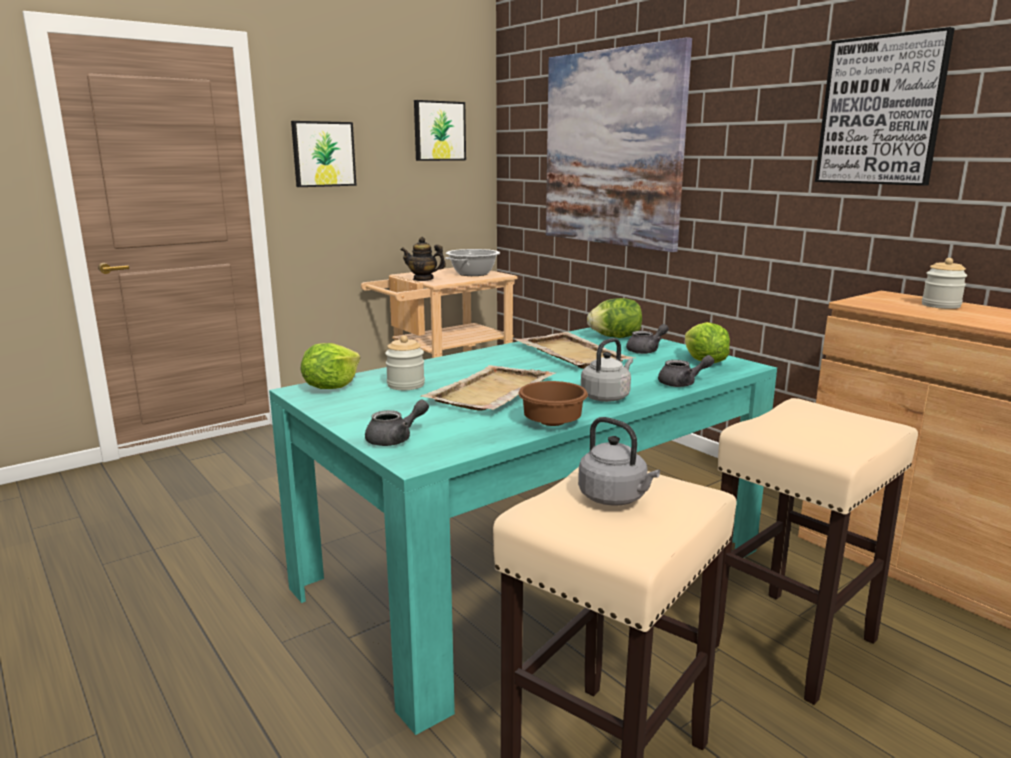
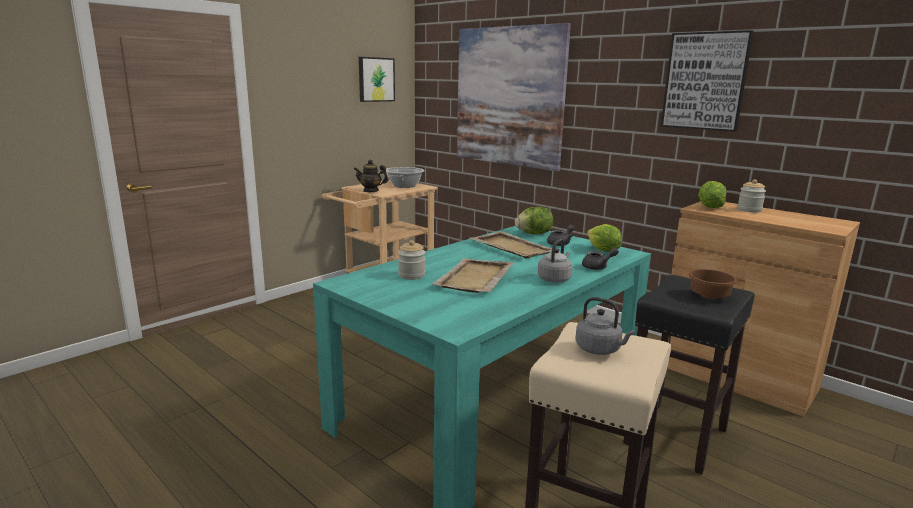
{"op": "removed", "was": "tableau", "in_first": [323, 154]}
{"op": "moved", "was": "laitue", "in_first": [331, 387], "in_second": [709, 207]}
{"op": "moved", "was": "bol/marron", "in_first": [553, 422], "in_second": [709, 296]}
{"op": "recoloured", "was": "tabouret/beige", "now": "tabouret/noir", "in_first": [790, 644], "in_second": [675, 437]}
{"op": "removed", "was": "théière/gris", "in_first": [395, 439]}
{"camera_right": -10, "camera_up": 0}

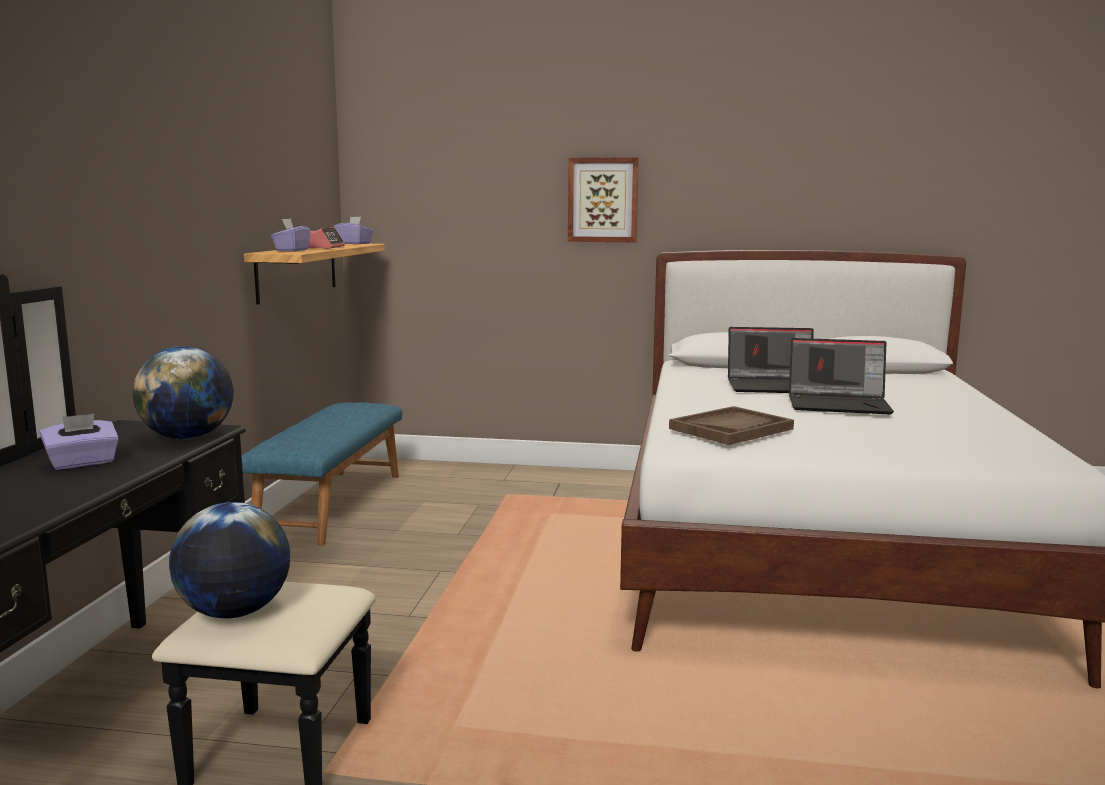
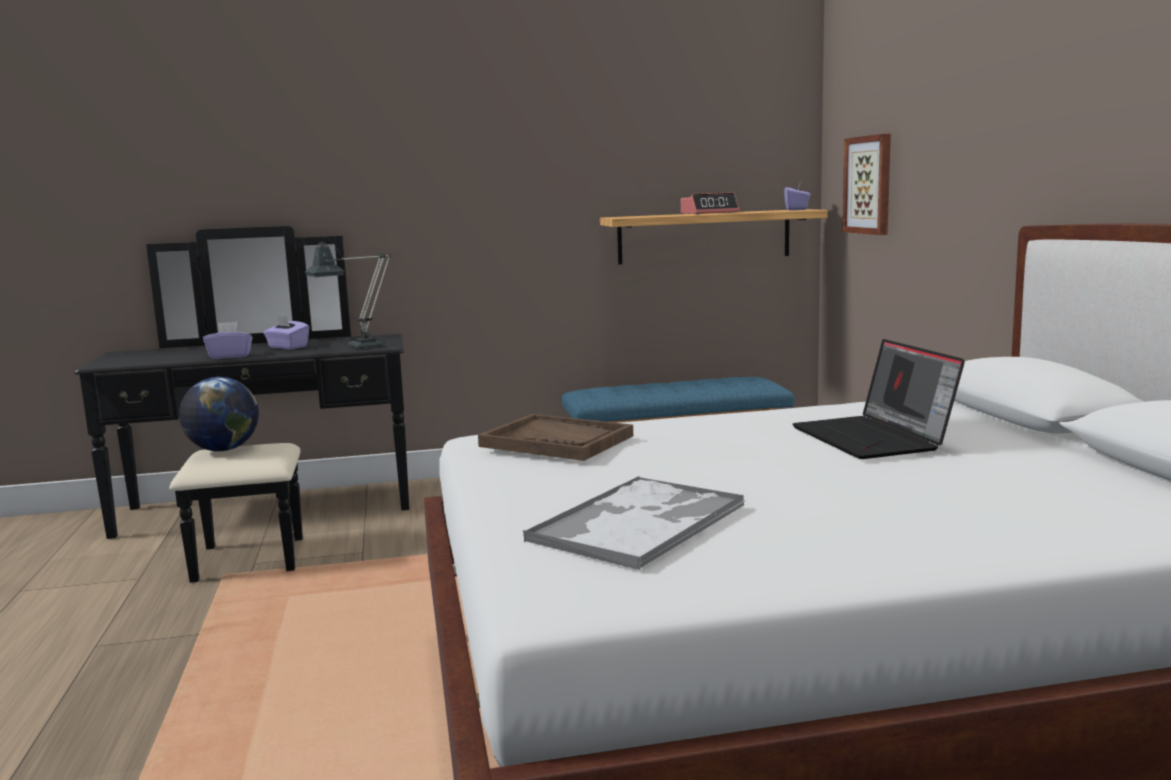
{"op": "moved", "was": "tableau", "in_first": [603, 200], "in_second": [869, 185]}
{"op": "moved", "was": "boîte à mouchoirs/violet", "in_first": [291, 250], "in_second": [230, 356]}
{"op": "removed", "was": "ordinateur portable", "in_first": [839, 404]}
{"op": "replaced", "was": "globe", "now": "lampe de table", "in_first": [188, 437], "in_second": [358, 347]}
{"op": "added", "now": "plateau", "in_second": [640, 522]}
{"camera_right": 70, "camera_up": 0}

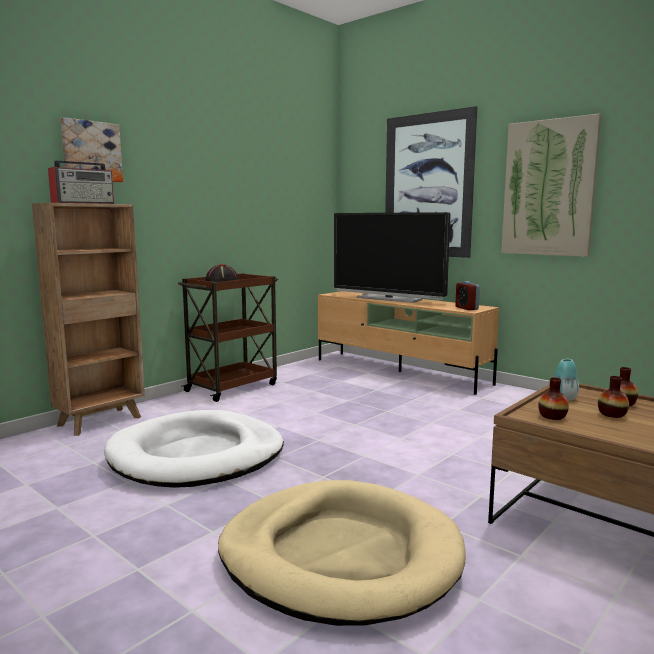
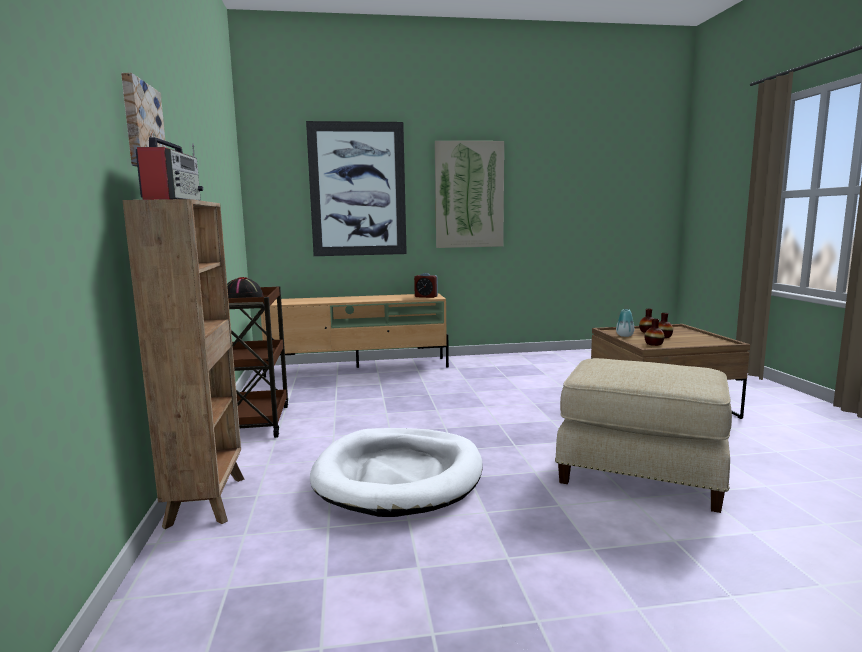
{"op": "removed", "was": "téléviseur", "in_first": [388, 299]}
{"op": "replaced", "was": "panier pour chien/beige", "now": "pouf/beige", "in_first": [340, 556], "in_second": [640, 474]}
{"camera_right": -50, "camera_up": 0}

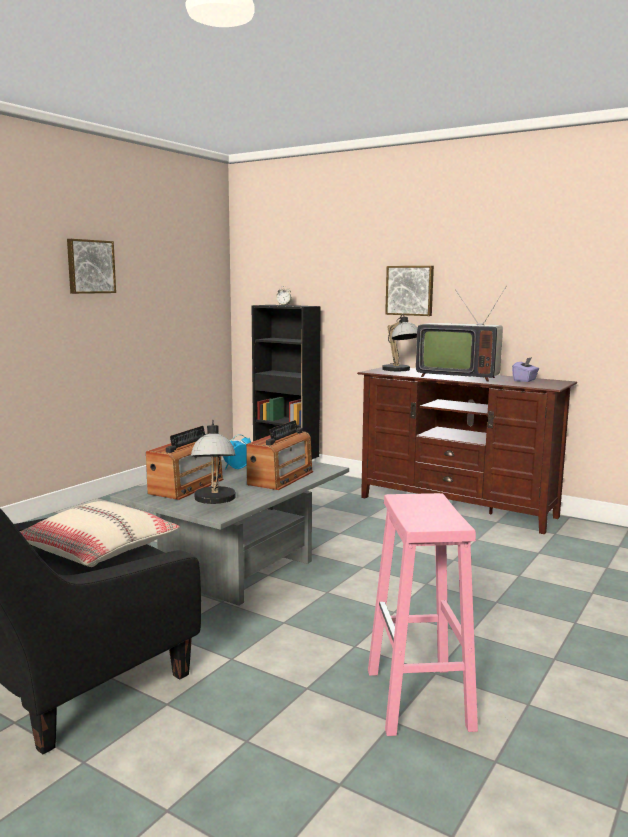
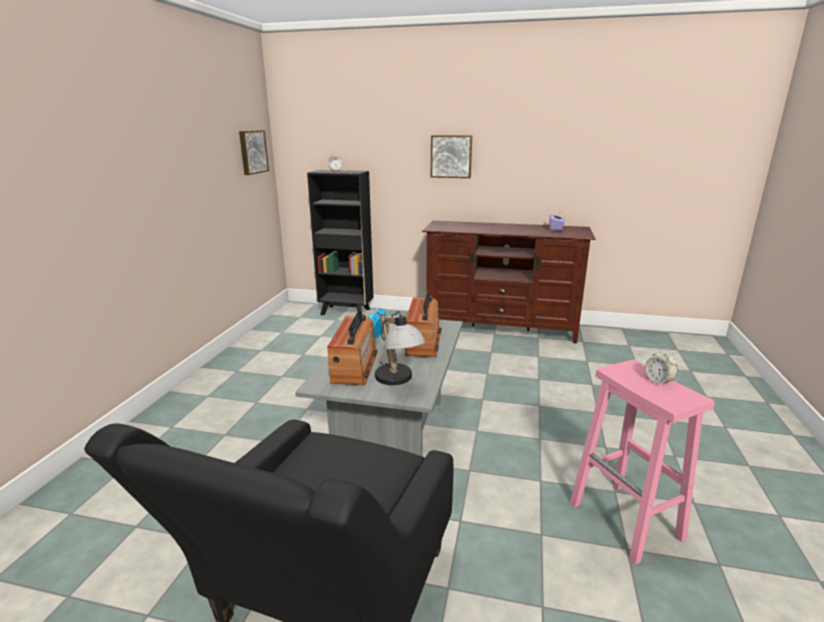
{"op": "moved", "was": "tableau", "in_first": [90, 266], "in_second": [252, 152]}
{"op": "removed", "was": "téléviseur", "in_first": [457, 376]}
{"op": "removed", "was": "lampe de table", "in_first": [399, 370]}
{"op": "removed", "was": "coussin/beige", "in_first": [97, 549]}
{"op": "added", "now": "réveil", "in_second": [658, 381]}
{"camera_right": -20, "camera_up": 10}

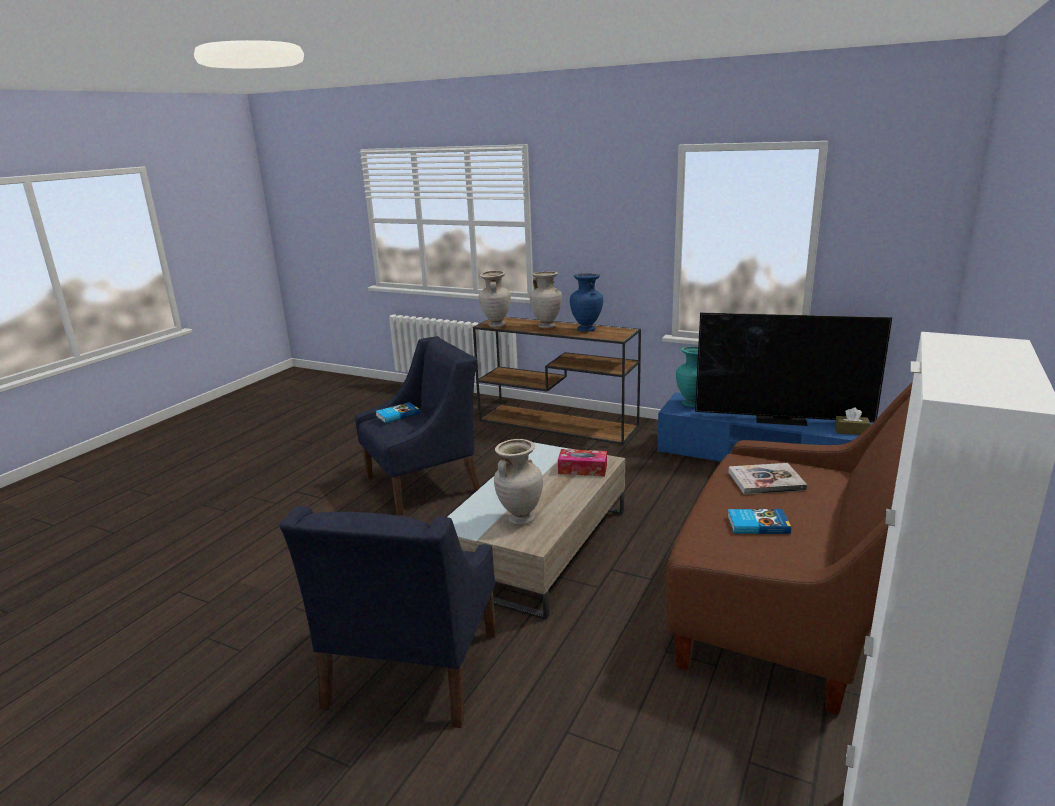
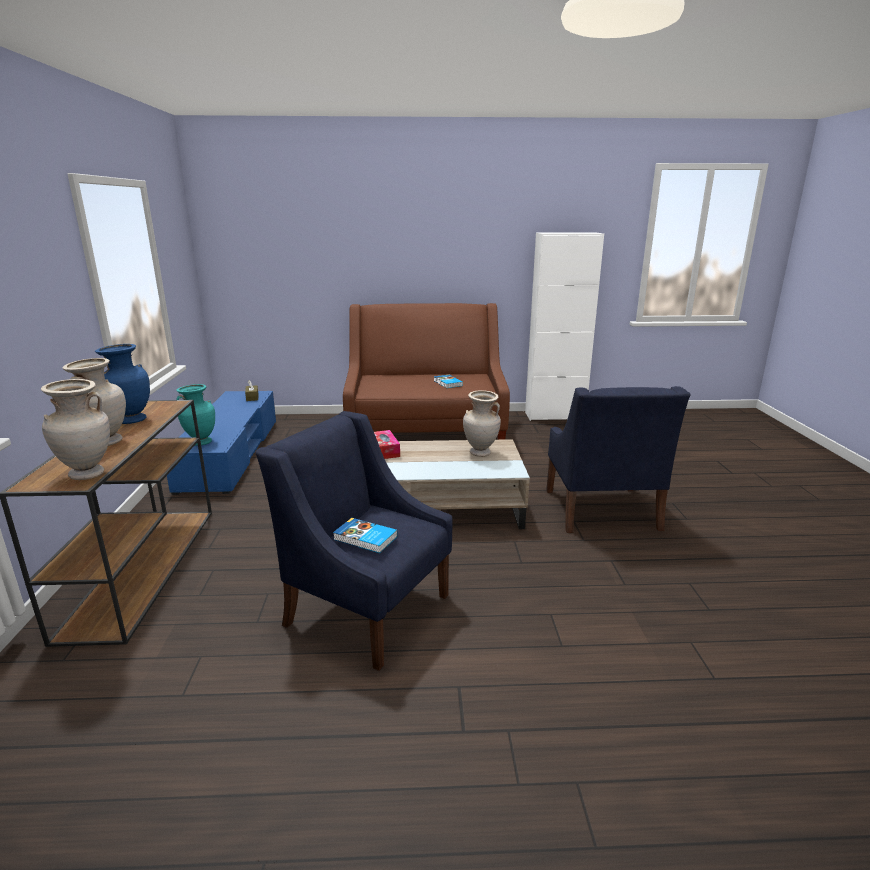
{"op": "removed", "was": "téléviseur", "in_first": [782, 419]}
{"op": "removed", "was": "livre", "in_first": [766, 481]}
{"op": "turned", "was": "fauteuil/bleu", "in_first": [411, 670], "in_second": [601, 510], "clockwise": 105}
{"camera_right": -120, "camera_up": 0}

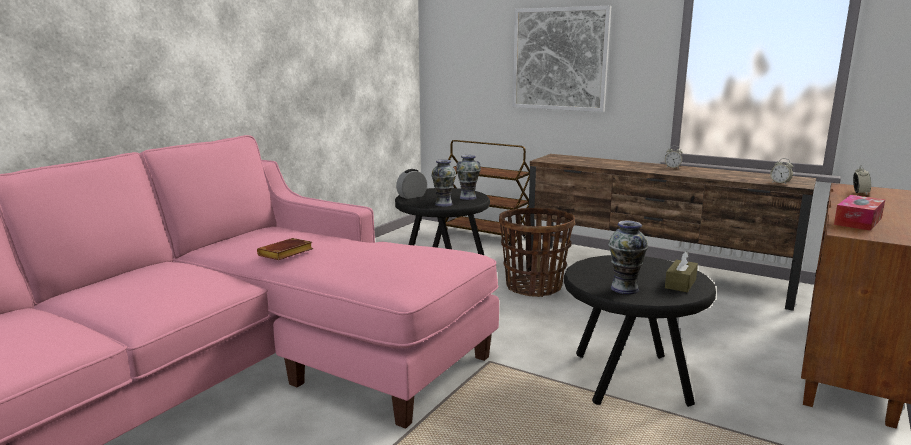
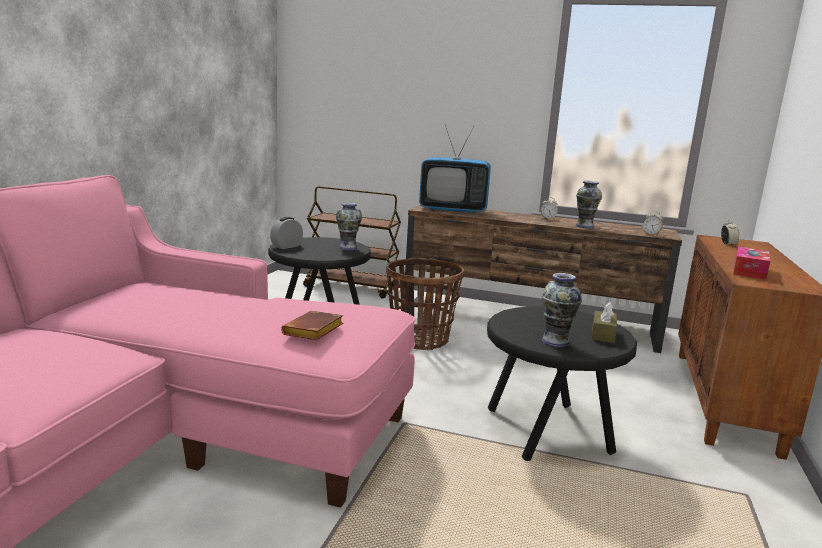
{"op": "removed", "was": "tableau", "in_first": [559, 59]}
{"op": "moved", "was": "vase", "in_first": [443, 204], "in_second": [584, 226]}
{"op": "moved", "was": "livre/marron", "in_first": [285, 254], "in_second": [314, 331]}
{"op": "added", "now": "téléviseur", "in_second": [453, 210]}
{"camera_right": -15, "camera_up": 0}

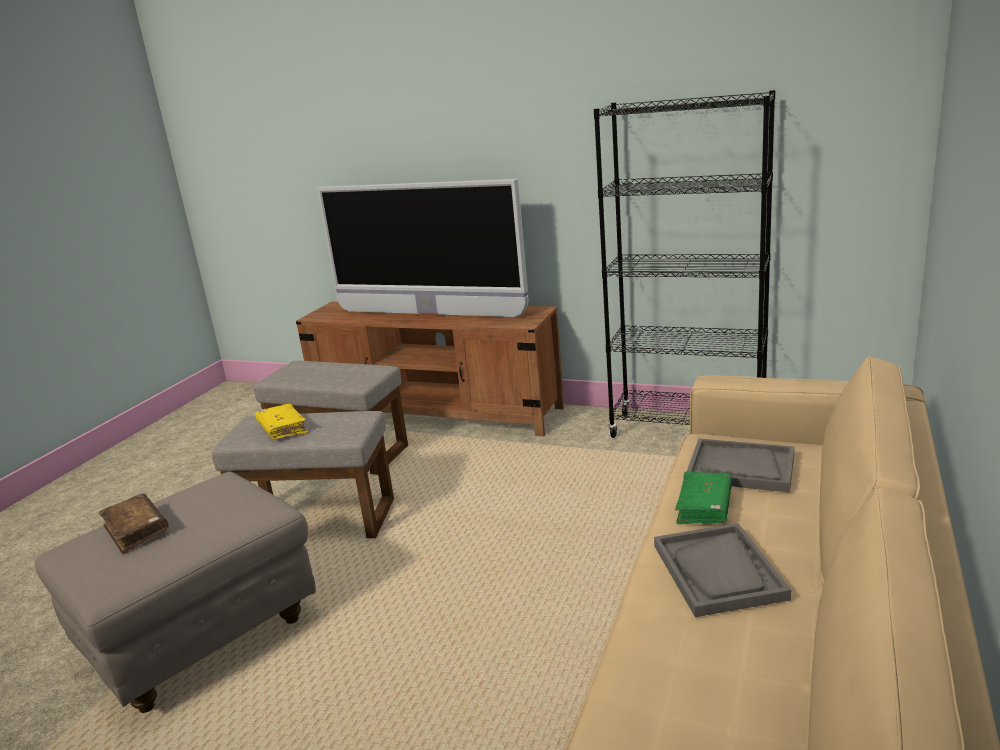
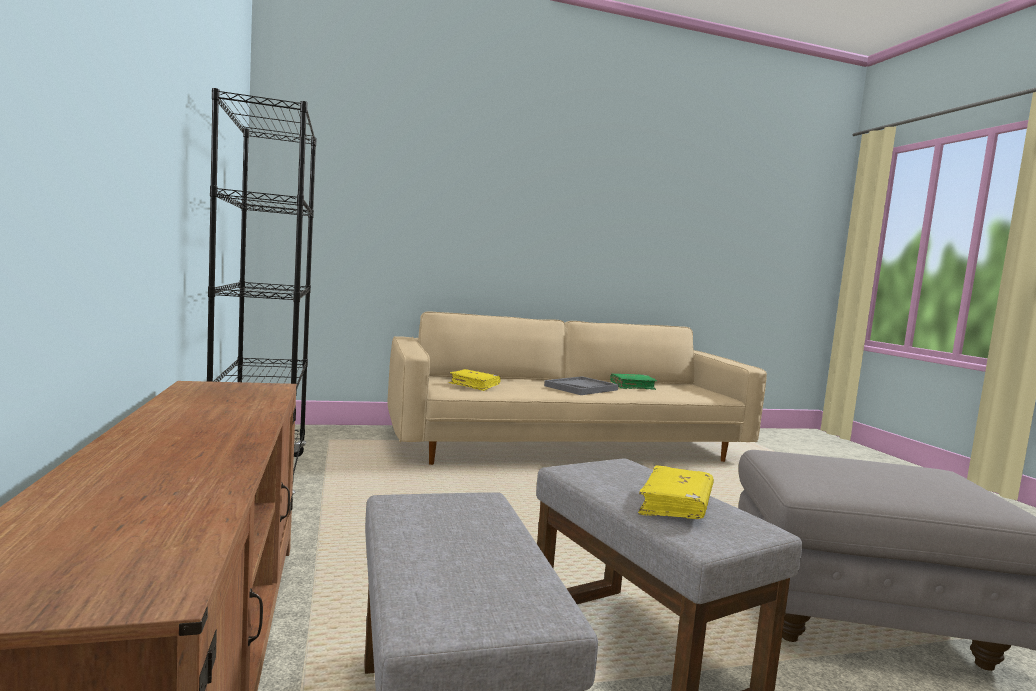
{"op": "removed", "was": "téléviseur", "in_first": [429, 314]}
{"op": "replaced", "was": "plateau/gris", "now": "livre/jaune", "in_first": [740, 468], "in_second": [474, 385]}
{"op": "moved", "was": "livre/vert", "in_first": [704, 507], "in_second": [632, 386]}
{"op": "removed", "was": "livre/marron", "in_first": [136, 530]}
{"camera_right": -130, "camera_up": -15}

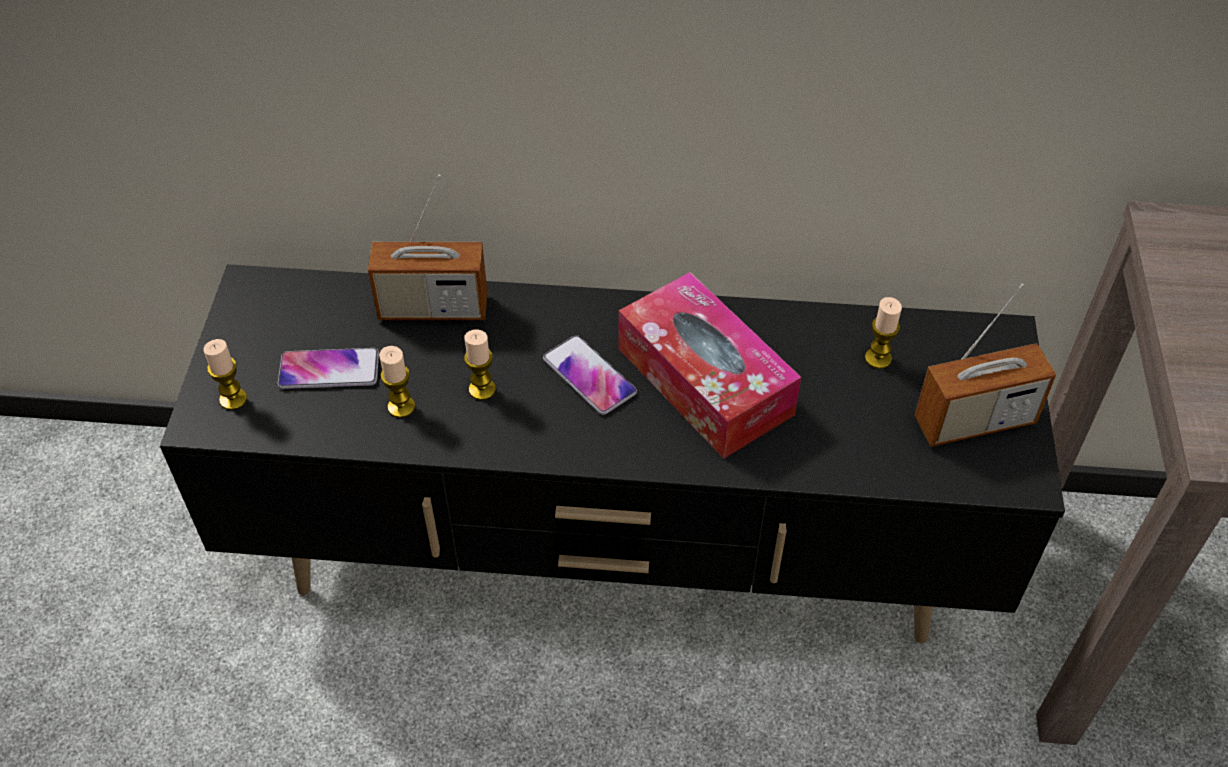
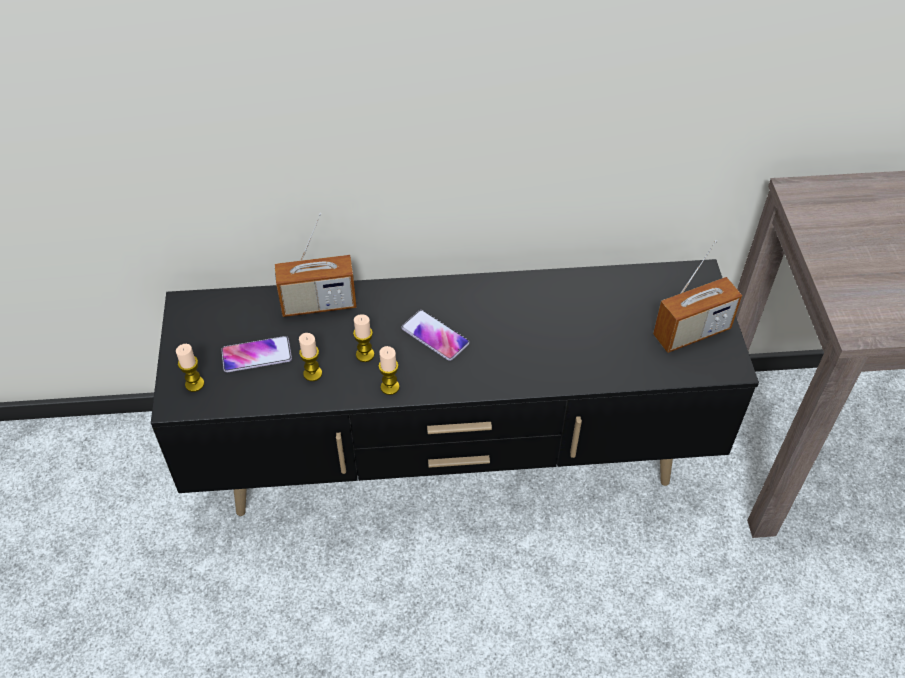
{"op": "removed", "was": "boîte à mouchoirs", "in_first": [704, 381]}
{"op": "moved", "was": "bougie", "in_first": [878, 358], "in_second": [390, 387]}
{"camera_right": -10, "camera_up": 0}

